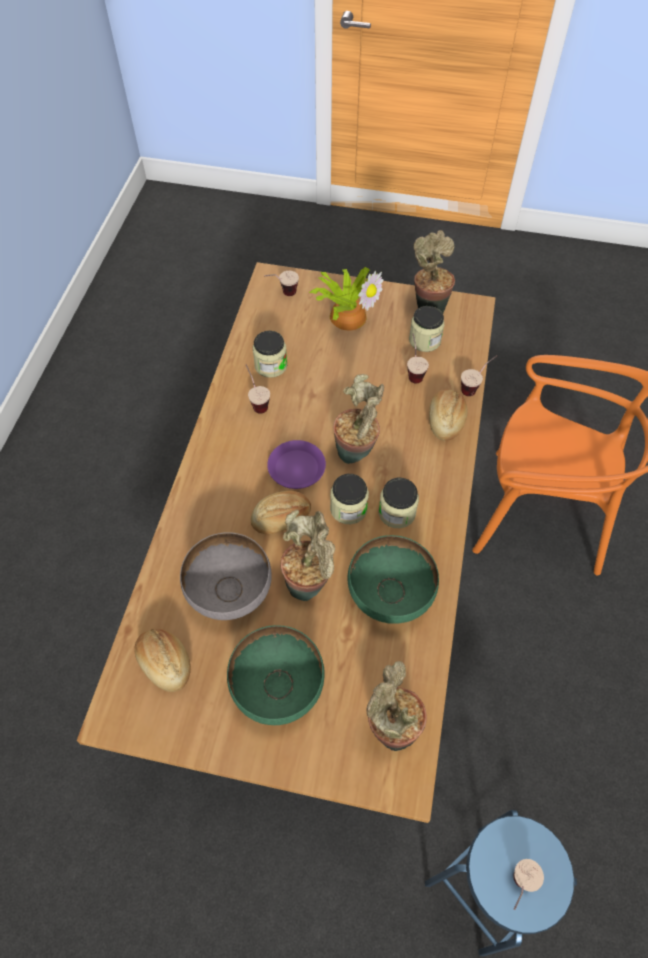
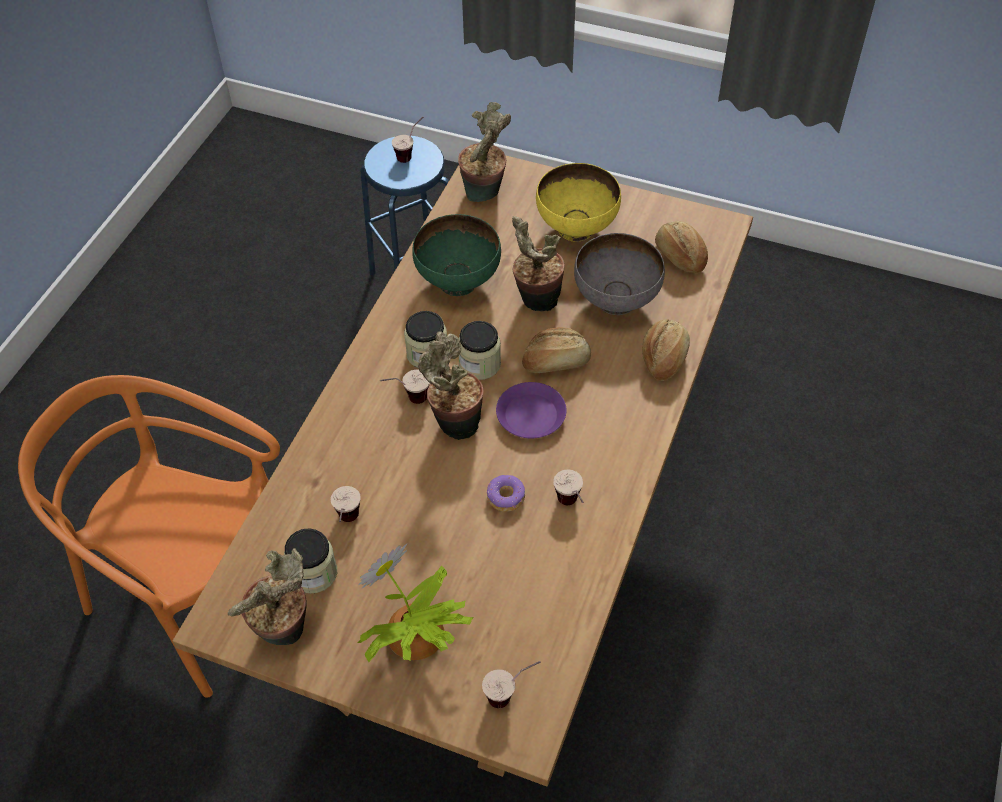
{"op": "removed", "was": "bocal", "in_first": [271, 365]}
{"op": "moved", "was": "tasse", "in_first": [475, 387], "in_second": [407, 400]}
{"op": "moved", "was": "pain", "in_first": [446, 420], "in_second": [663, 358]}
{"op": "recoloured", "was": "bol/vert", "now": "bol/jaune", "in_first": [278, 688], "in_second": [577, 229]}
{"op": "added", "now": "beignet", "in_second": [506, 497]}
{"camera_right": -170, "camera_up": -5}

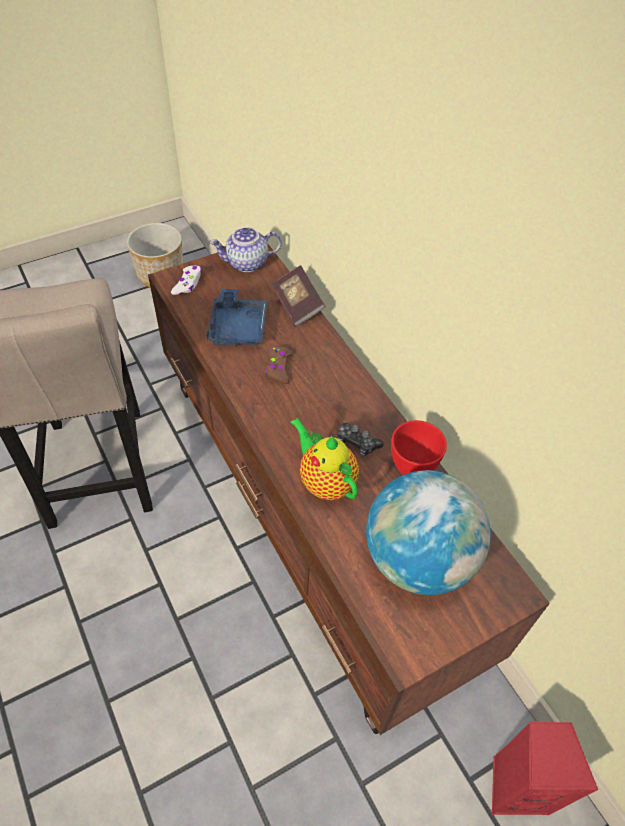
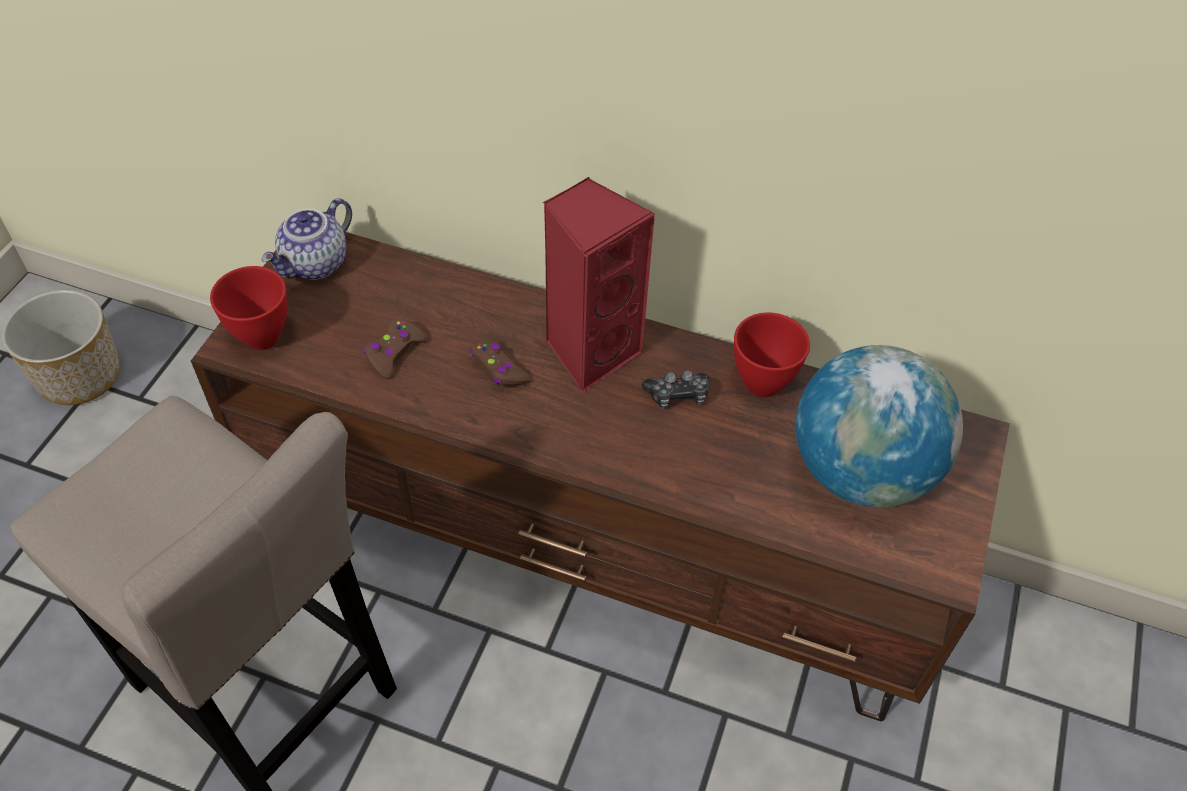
{"op": "removed", "was": "livre", "in_first": [297, 305]}
{"op": "replaced", "was": "manette/blanc", "now": "bol/rouge", "in_first": [188, 284], "in_second": [264, 338]}
{"op": "replaced", "was": "plateau/bleu", "now": "manette/marron", "in_first": [238, 327], "in_second": [395, 352]}
{"op": "removed", "was": "théière", "in_first": [325, 481]}
{"op": "moved", "was": "enceinte/rouge", "in_first": [516, 786], "in_second": [590, 351]}
{"camera_right": -40, "camera_up": 0}

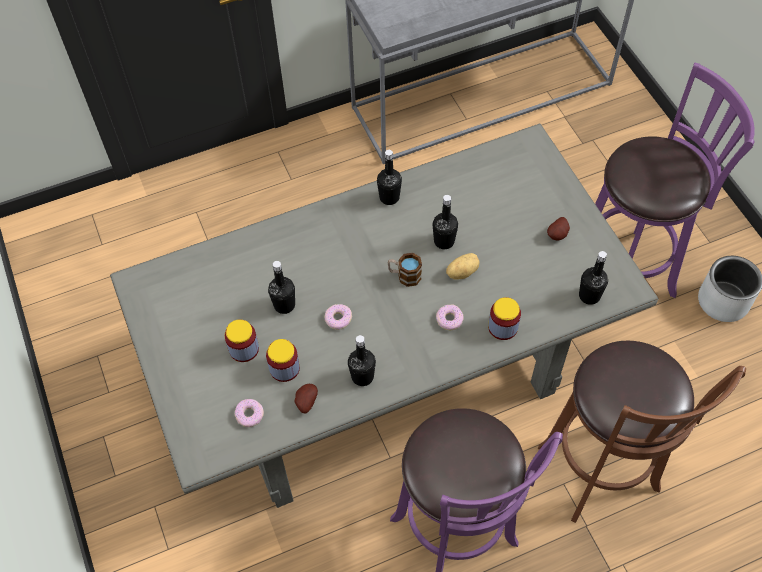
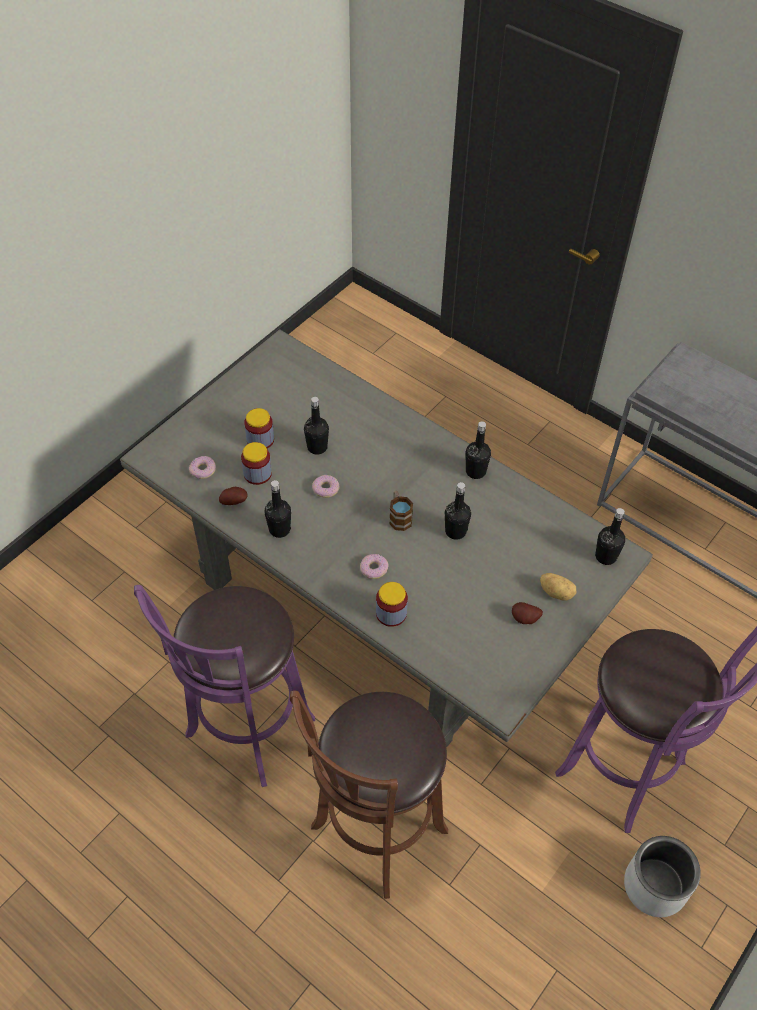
{"op": "moved", "was": "bouteille/noir", "in_first": [589, 296], "in_second": [605, 556]}
{"op": "moved", "was": "pomme de terre", "in_first": [461, 271], "in_second": [557, 592]}
{"camera_right": 60, "camera_up": -5}

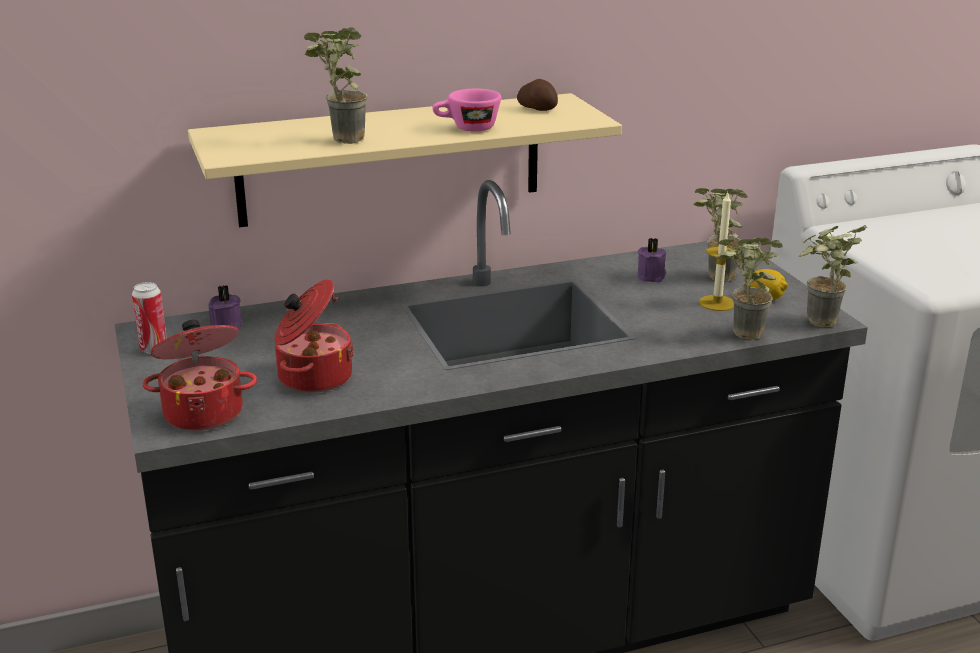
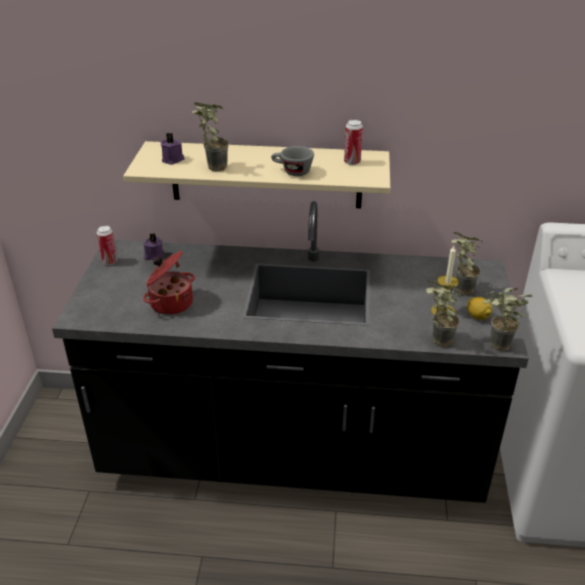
{"op": "replaced", "was": "pomme de terre", "now": "boîte métallique", "in_first": [538, 108], "in_second": [352, 162]}
{"op": "recoloured", "was": "tasse/rose", "now": "tasse/gris", "in_first": [467, 128], "in_second": [292, 172]}
{"op": "moved", "was": "bougie/violet", "in_first": [652, 276], "in_second": [173, 160]}
{"op": "removed", "was": "marmite", "in_first": [204, 412]}
{"camera_right": 25, "camera_up": 10}

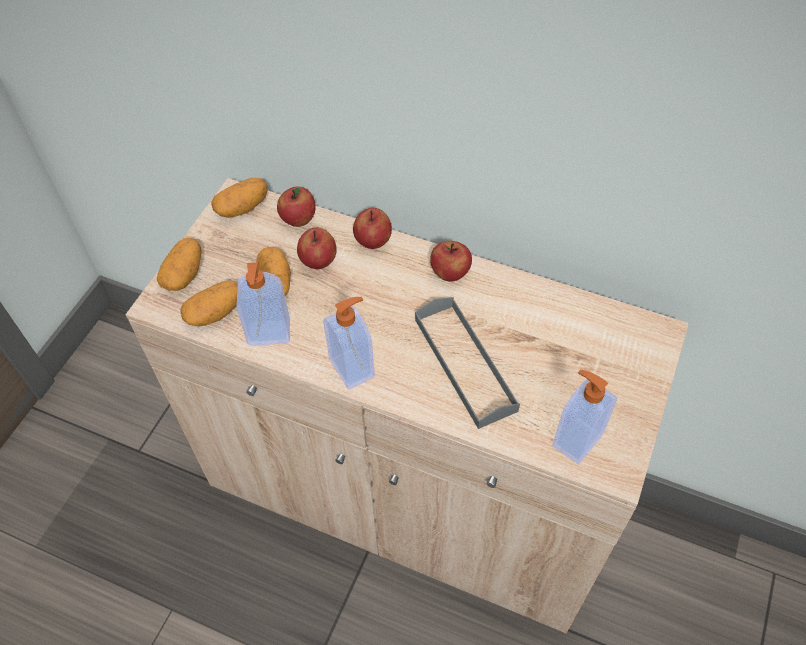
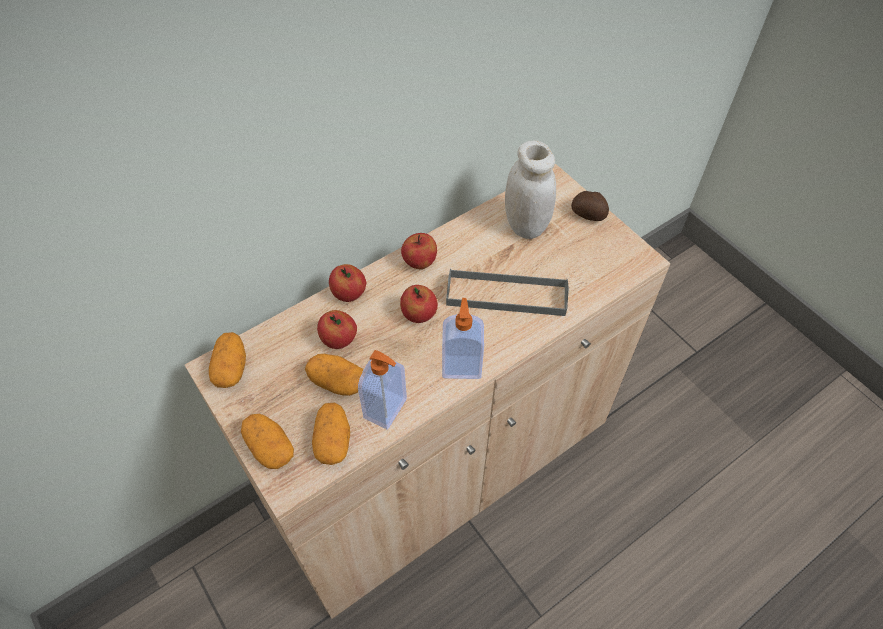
{"op": "moved", "was": "pomme", "in_first": [298, 220], "in_second": [419, 315]}
{"op": "removed", "was": "distributeur de savon", "in_first": [576, 439]}
{"op": "added", "now": "bocal/blanc", "in_second": [525, 225]}
{"op": "added", "now": "pomme de terre", "in_second": [588, 215]}
{"camera_right": -60, "camera_up": 0}

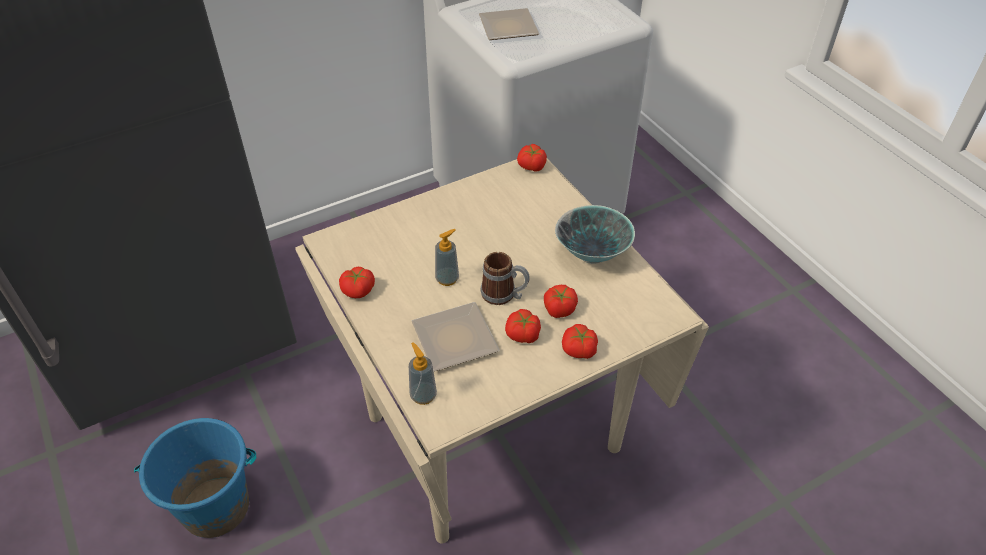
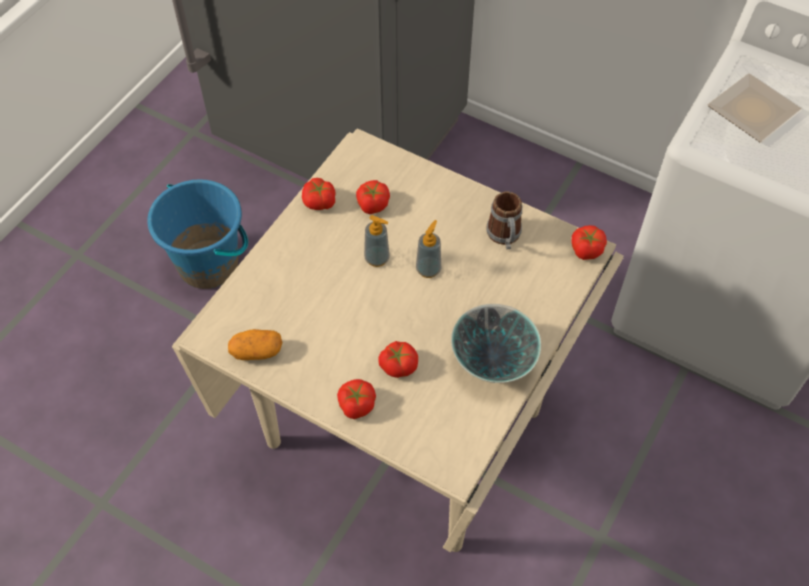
{"op": "moved", "was": "mug", "in_first": [504, 295], "in_second": [505, 237]}
{"op": "removed", "was": "assiette", "in_first": [456, 337]}
{"op": "moved", "was": "tomate", "in_first": [522, 334], "in_second": [372, 204]}
{"op": "moved", "was": "distributeur de savon", "in_first": [423, 395], "in_second": [428, 269]}
{"op": "added", "now": "pomme de terre", "in_second": [256, 351]}
{"camera_right": 60, "camera_up": 10}

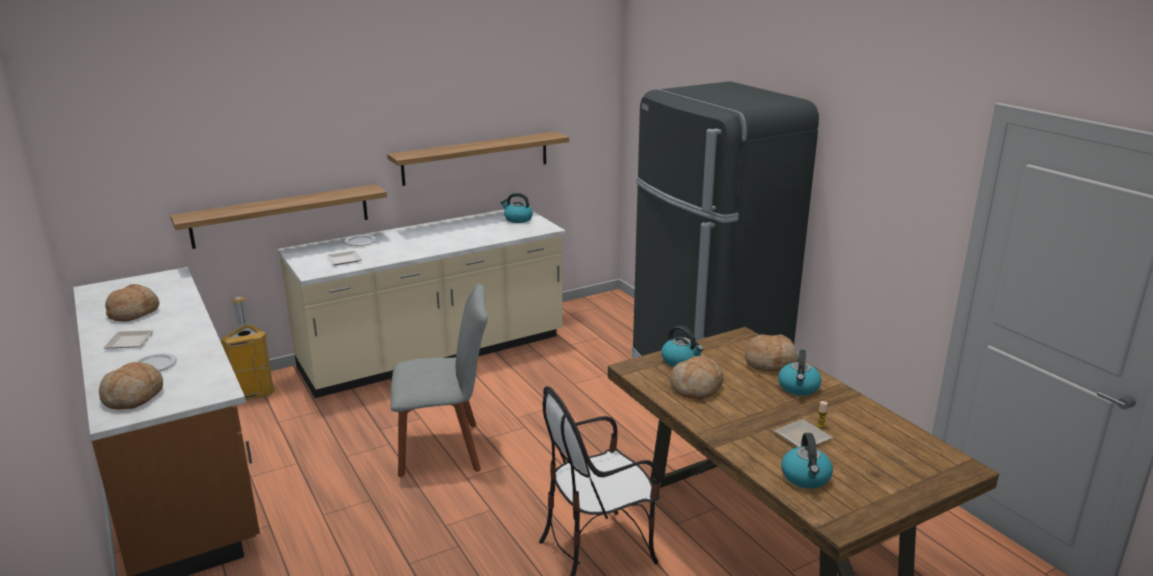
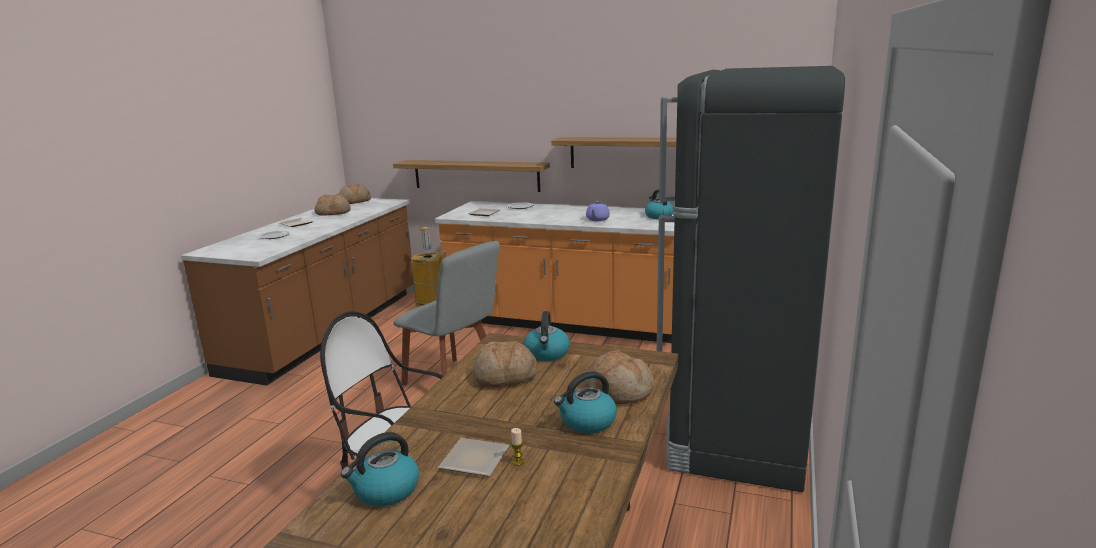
{"op": "recoloured", "was": "comptoir de cuisine/beige", "now": "comptoir de cuisine/orange", "in_first": [434, 354], "in_second": [565, 322]}
{"op": "moved", "was": "pain", "in_first": [134, 396], "in_second": [354, 201]}
{"op": "added", "now": "théière/violet", "in_second": [597, 219]}
{"camera_right": 50, "camera_up": -5}

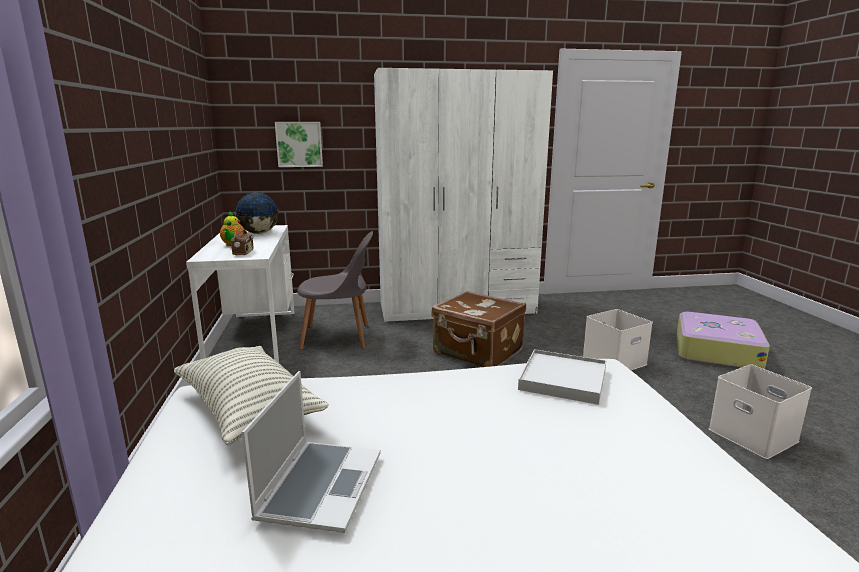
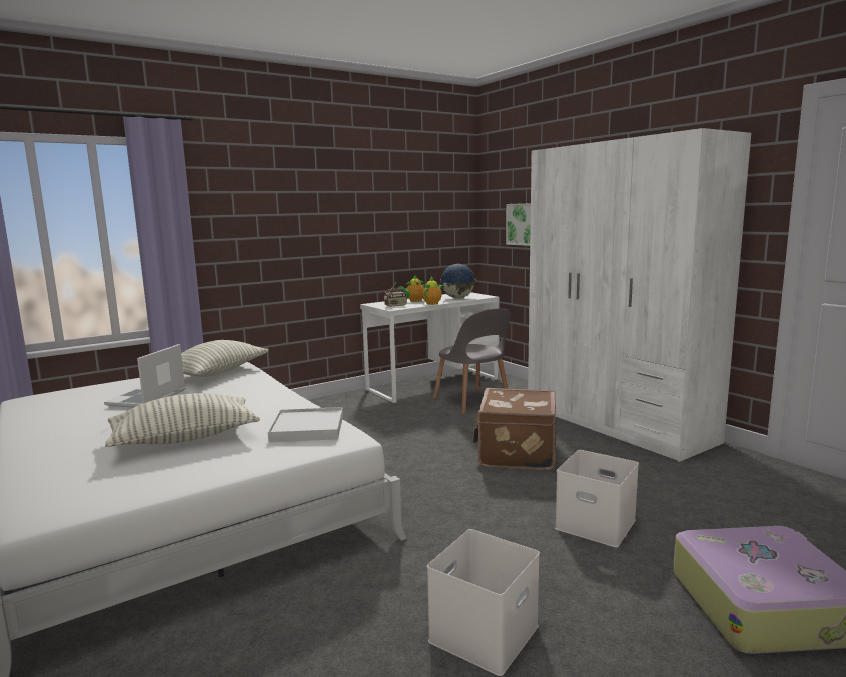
{"op": "turned", "was": "ordinateur portable", "in_first": [320, 485], "in_second": [147, 398], "clockwise": 120}
{"op": "added", "now": "théière", "in_second": [432, 303]}
{"op": "added", "now": "coussin", "in_second": [185, 438]}
{"camera_right": 65, "camera_up": -5}

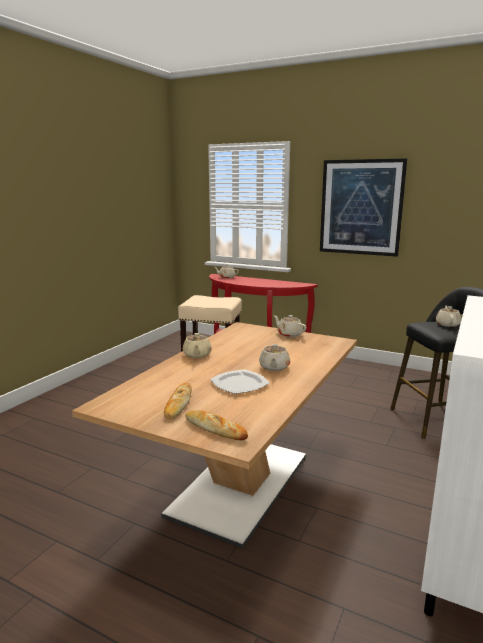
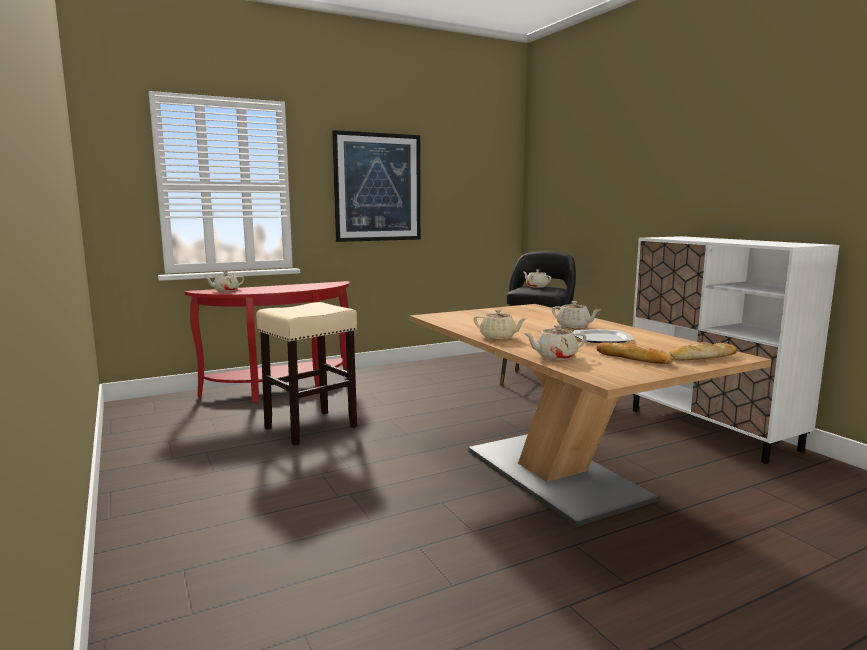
{"op": "moved", "was": "théière/beige", "in_first": [289, 334], "in_second": [555, 356]}
{"camera_right": -55, "camera_up": -5}

